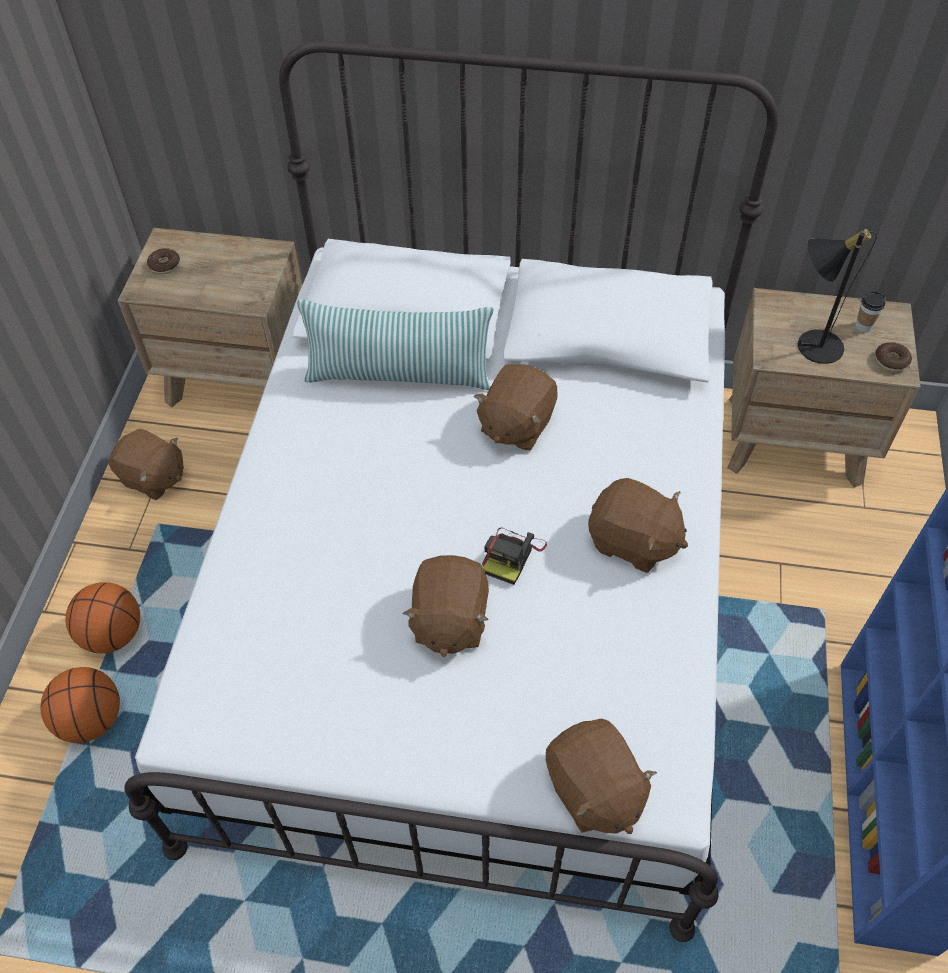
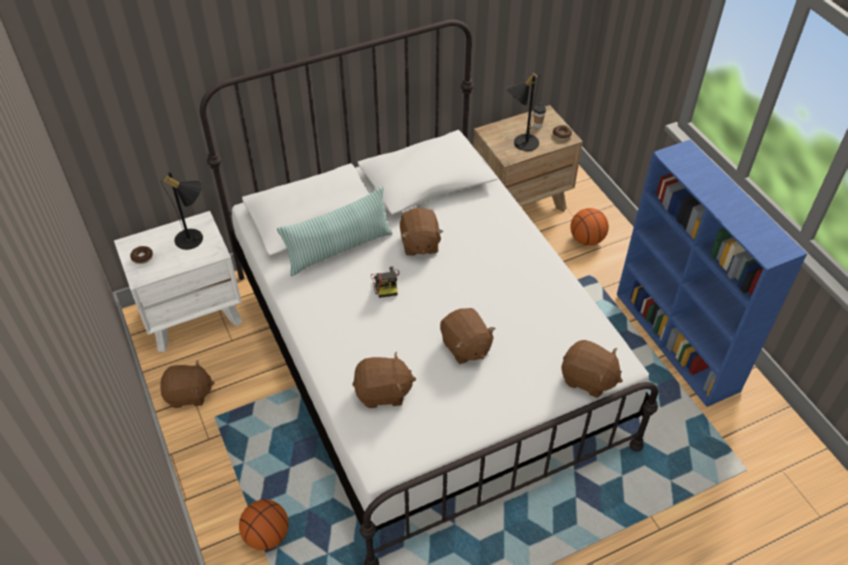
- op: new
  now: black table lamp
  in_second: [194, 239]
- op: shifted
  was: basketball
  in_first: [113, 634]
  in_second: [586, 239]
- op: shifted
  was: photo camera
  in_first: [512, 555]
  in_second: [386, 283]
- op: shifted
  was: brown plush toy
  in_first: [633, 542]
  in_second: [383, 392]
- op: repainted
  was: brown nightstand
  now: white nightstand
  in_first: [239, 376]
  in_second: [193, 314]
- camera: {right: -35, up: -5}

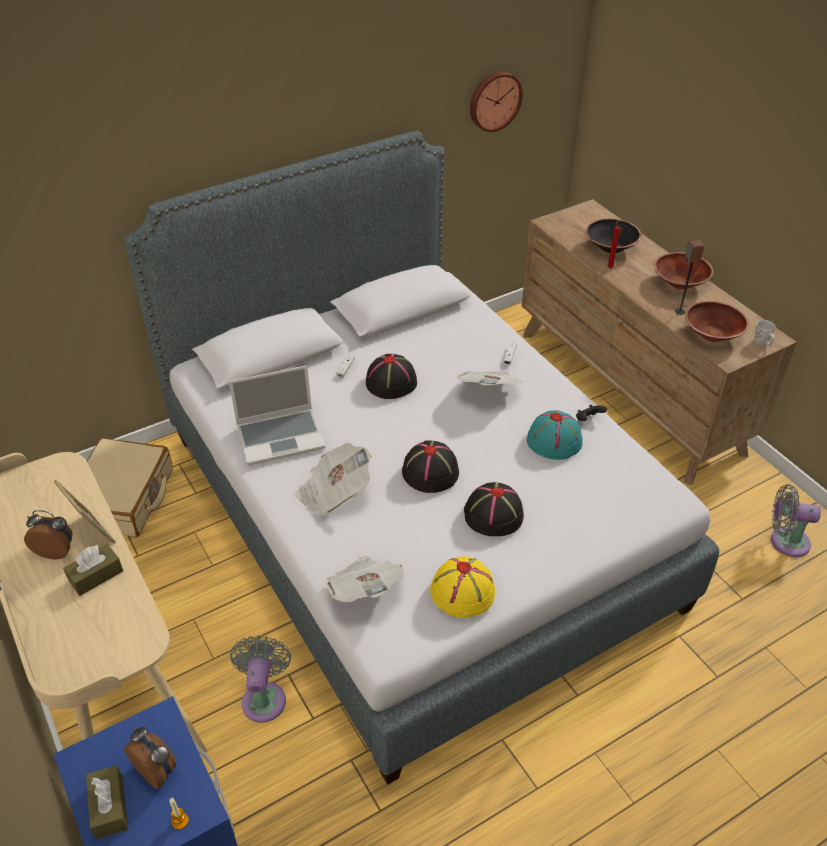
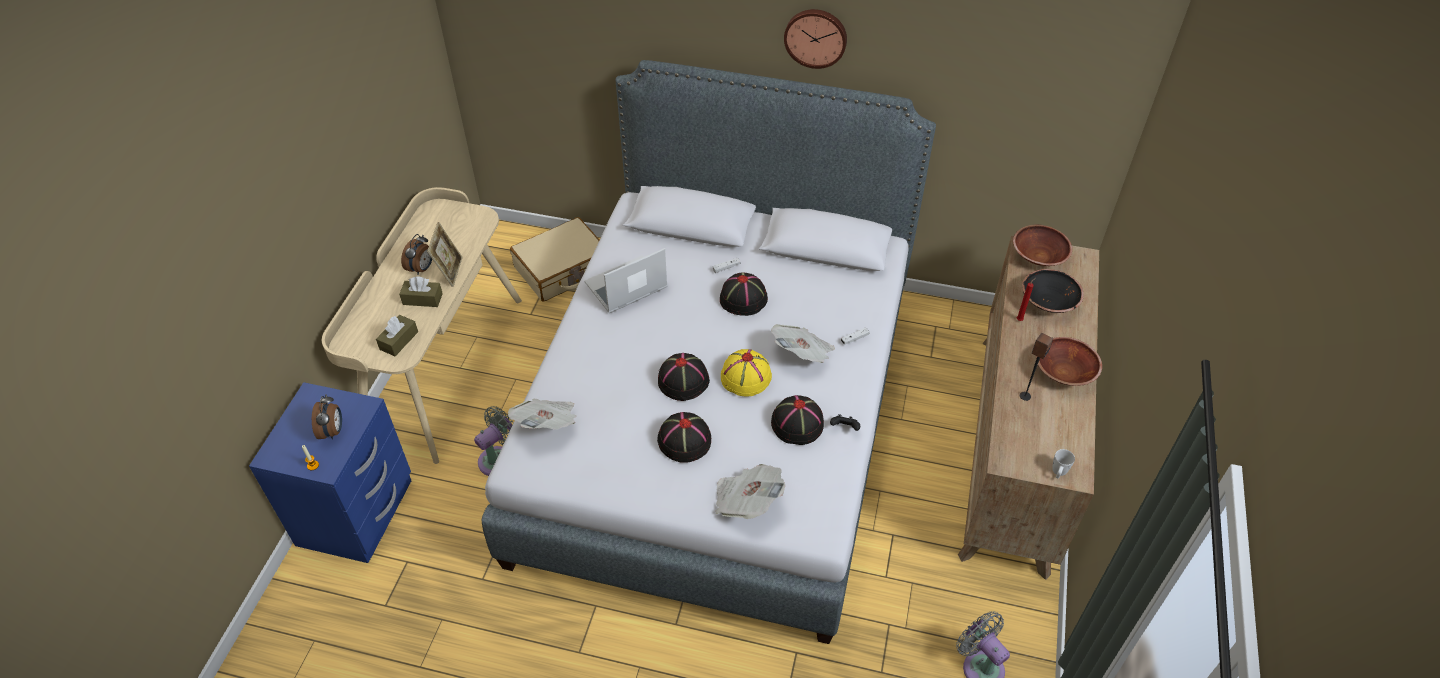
- op: shifted
  was: brown tissue box
  in_first: [109, 807]
  in_second: [399, 340]
- op: shifted
  was: newspaper
  in_first: [334, 493]
  in_second: [747, 501]
- op: shifted
  was: yellow hat
  in_first: [463, 592]
  in_second: [745, 377]
- op: shifted
  was: wall clock
  in_first: [494, 100]
  in_second: [816, 37]
- op: shifted
  was: brown bowl
  in_first: [712, 334]
  in_second: [1038, 257]
- op: repainted
  was: turquoise hat
  now: black hat
  in_first: [554, 441]
  in_second: [797, 424]
- op: rotated
  was: alarm clock
  in_first: [56, 550]
  in_second: [422, 268]
  clockwise: 60
- op: rotated
  was: laptop
  in_first: [281, 436]
  in_second: [626, 287]
  clockwise: 120
- camera: {right: 45, up: 5}

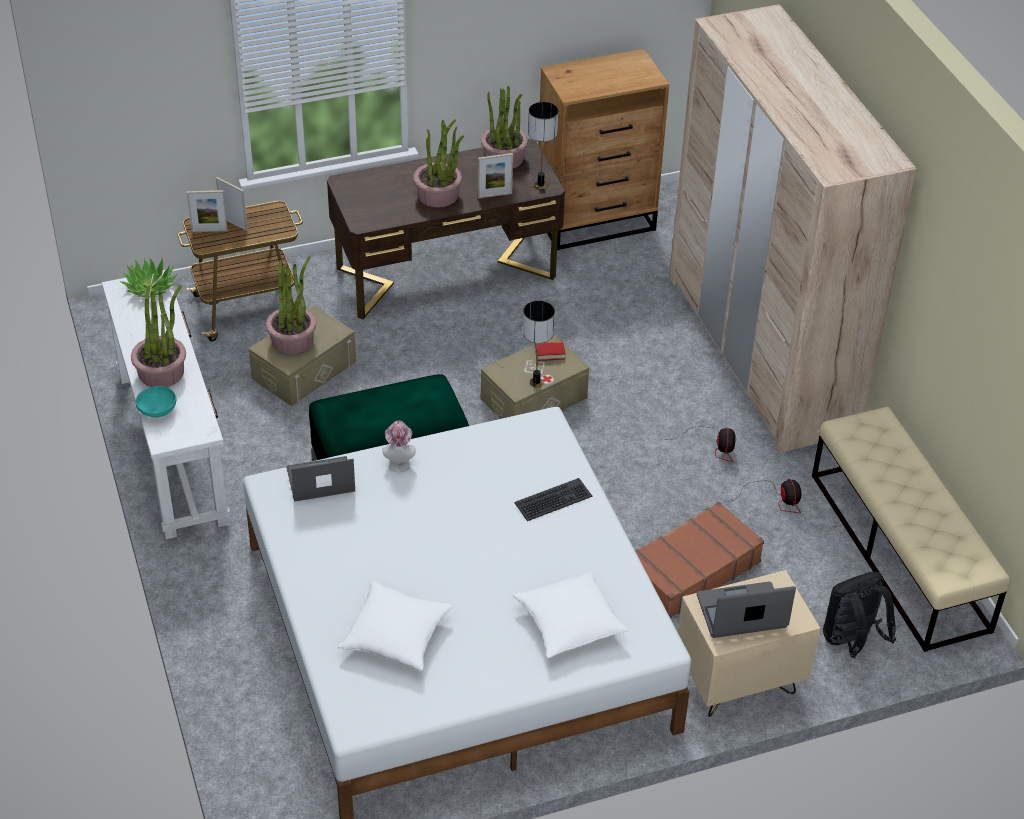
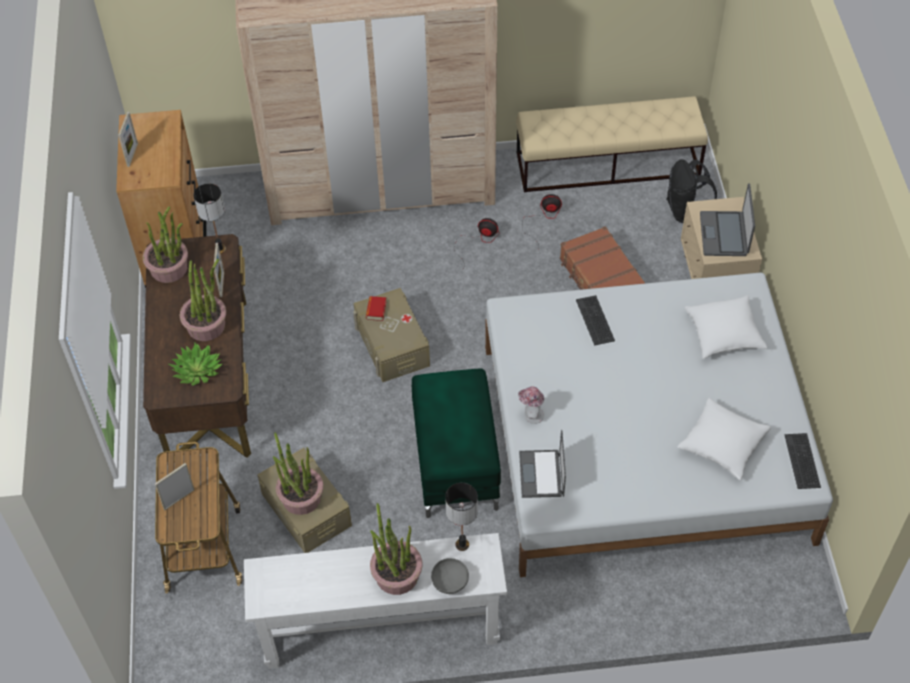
- op: new
  now: keyboard
  in_second: [802, 461]
- op: shifted
  was: potted plant
  in_first: [150, 287]
  in_second: [197, 370]
- op: shifted
  was: picture frame
  in_first: [209, 231]
  in_second: [132, 155]
- op: shifted
  was: table lamp
  in_first: [536, 383]
  in_second: [462, 545]
- op: repainted
  was: turquoise bowl
  now: grey bowl
  in_first: [157, 411]
  in_second: [450, 582]
- camera: {right: -75, up: 10}

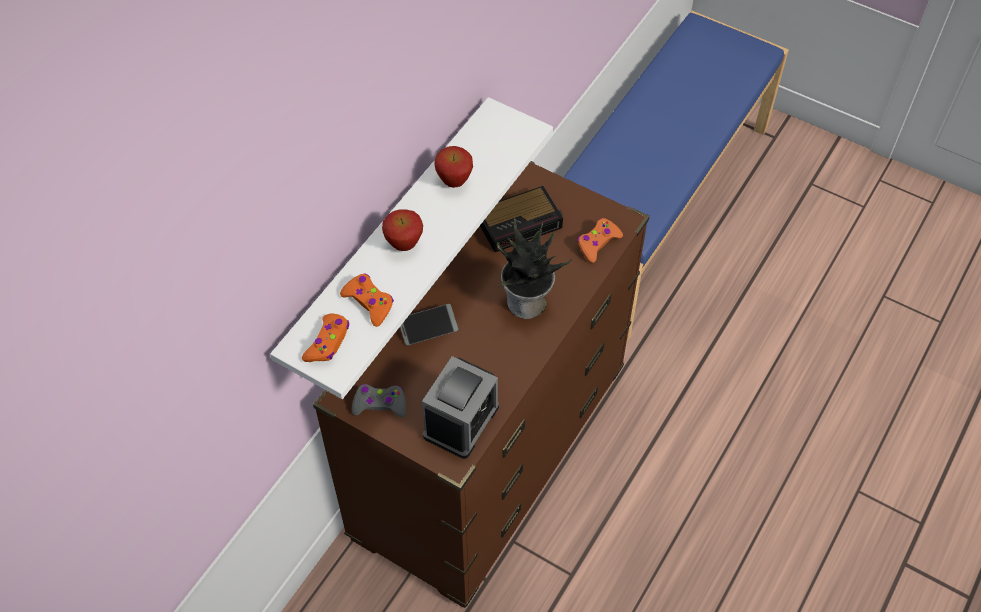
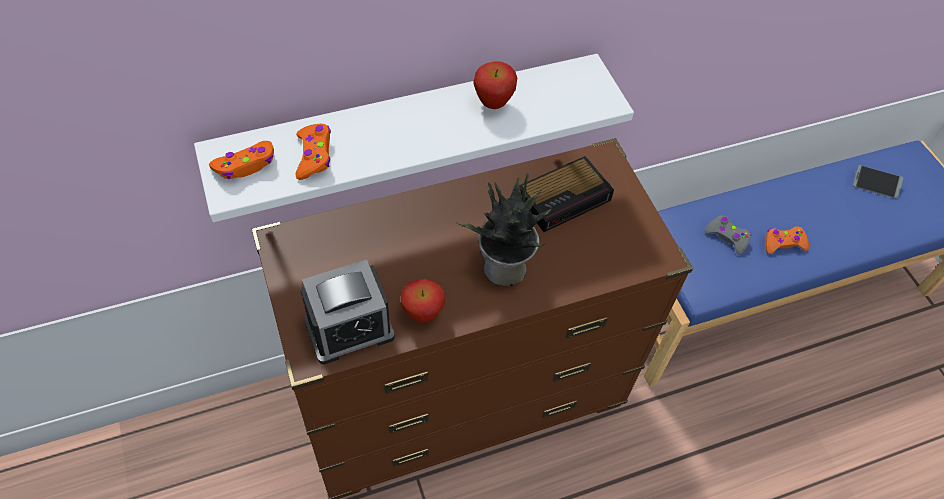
- op: shifted
  was: grey game controller
  in_first: [380, 404]
  in_second: [727, 237]
- op: shifted
  was: apple
  in_first: [404, 245]
  in_second: [423, 314]
- op: shifted
  was: phone
  in_first: [428, 328]
  in_second: [875, 185]
- op: shifted
  was: orange game controller
  in_first: [597, 243]
  in_second: [783, 243]
- op: rotated
  was: alarm clock
  in_first: [520, 223]
  in_second: [565, 197]
  clockwise: -45
- camera: {right: 35, up: 0}

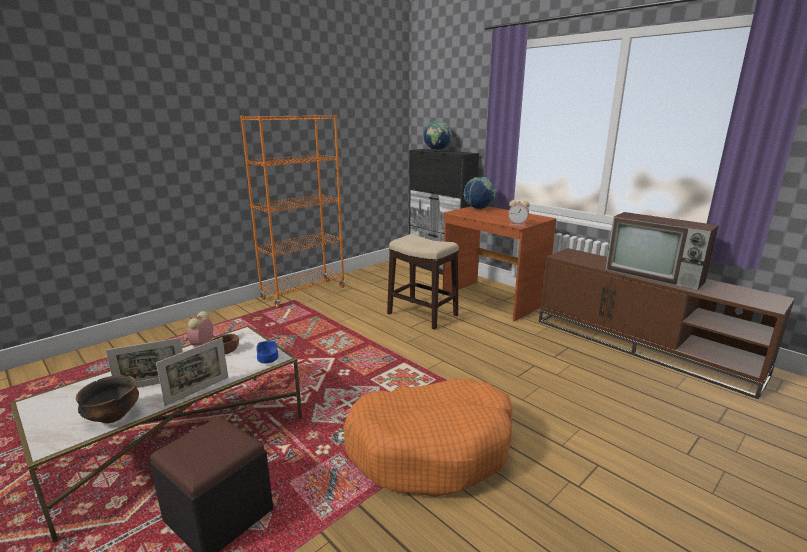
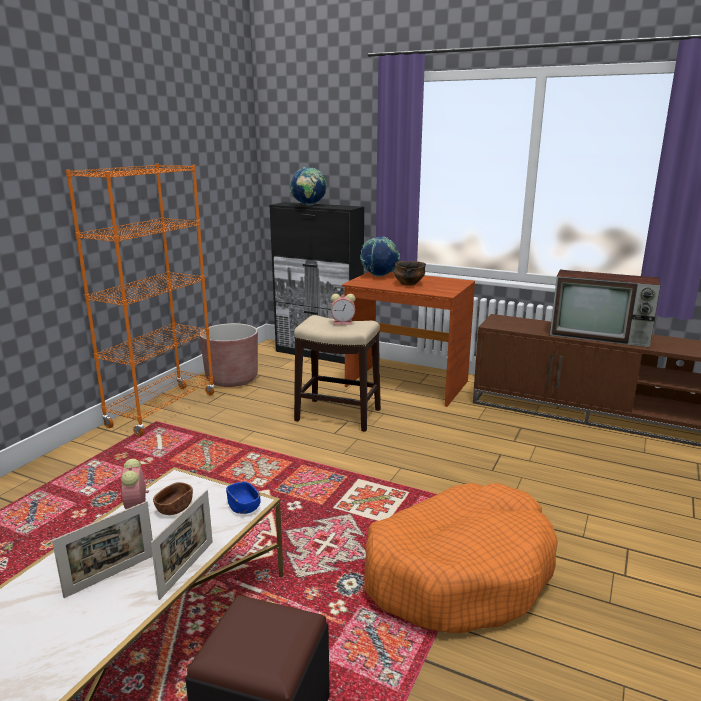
- op: new
  now: brown planter
  in_second: [232, 379]
- op: shifted
  was: bowl
  in_first: [113, 417]
  in_second: [408, 284]
- op: shifted
  was: alarm clock
  in_first: [518, 225]
  in_second: [343, 323]
- camera: {right: -20, up: 0}

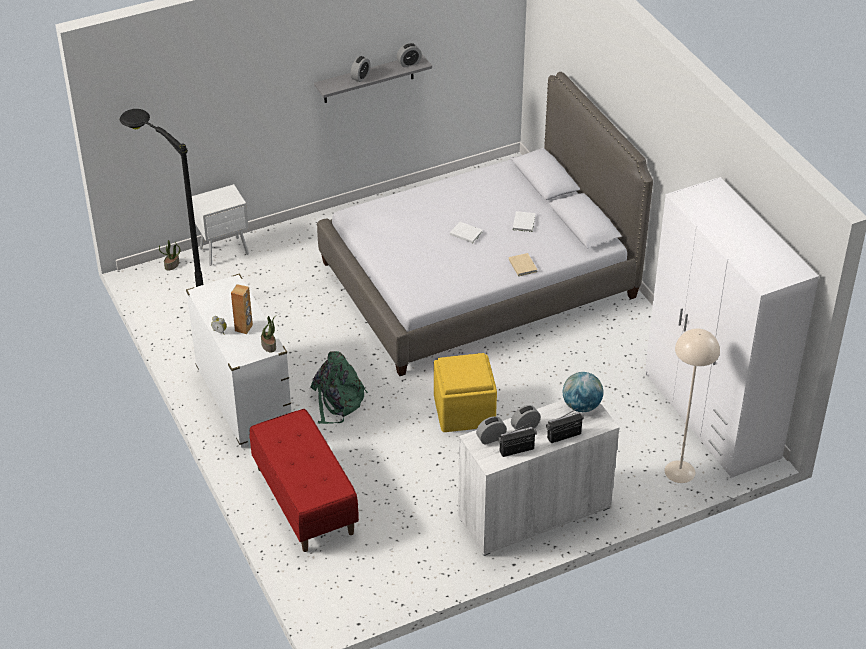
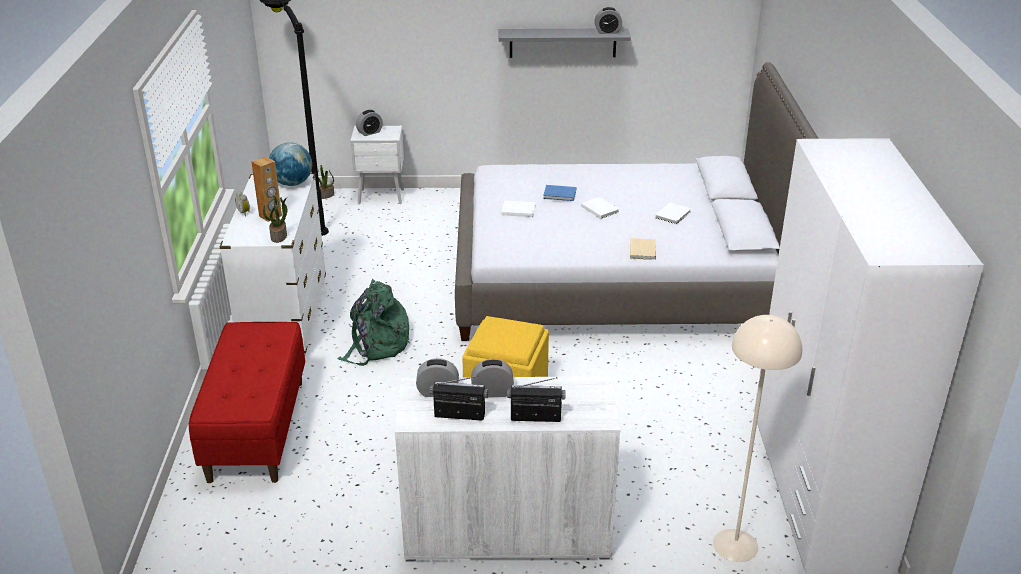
- op: new
  now: white book
  in_second: [517, 210]
- op: new
  now: blue book
  in_second: [560, 194]
- op: shifted
  was: alarm clock
  in_first: [360, 77]
  in_second: [370, 132]
- op: shifted
  was: globe
  in_first: [581, 406]
  in_second: [292, 183]
- camera: {right: 25, up: -10}

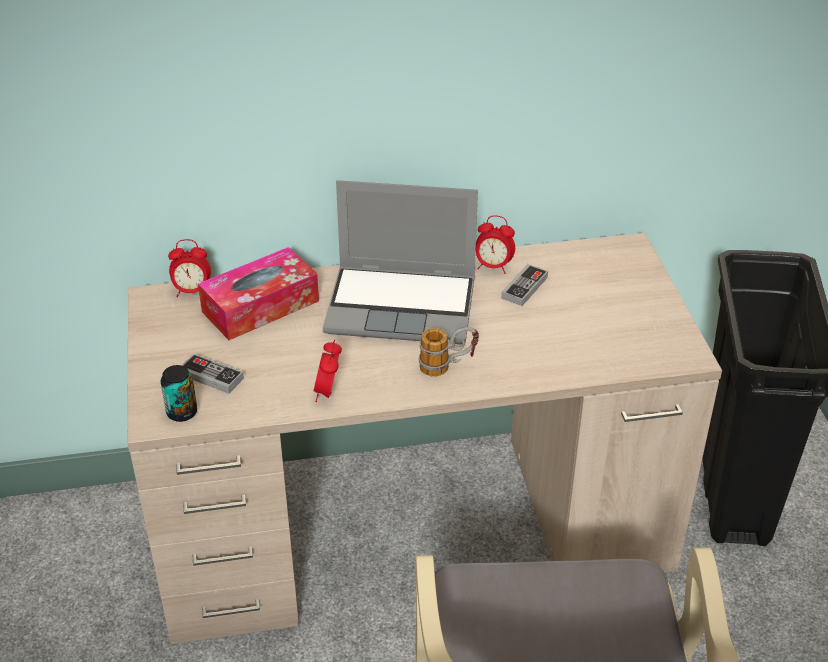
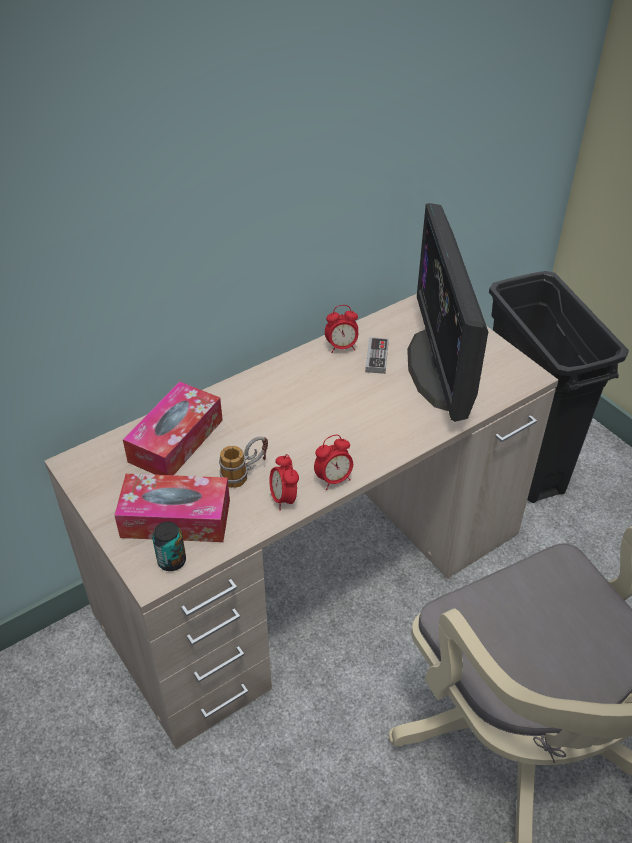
- op: gone
  was: laptop
  in_first: [403, 305]
- op: new
  now: monitor
  in_second: [440, 368]
- op: shifted
  was: alarm clock
  in_first: [192, 291]
  in_second: [334, 479]
- op: shifted
  was: mug
  in_first: [448, 366]
  in_second: [245, 474]
- op: swapped
  was: game controller
  now: tissue box
  in_first: [211, 376]
  in_second: [176, 518]
- camera: {right: -25, up: 5}

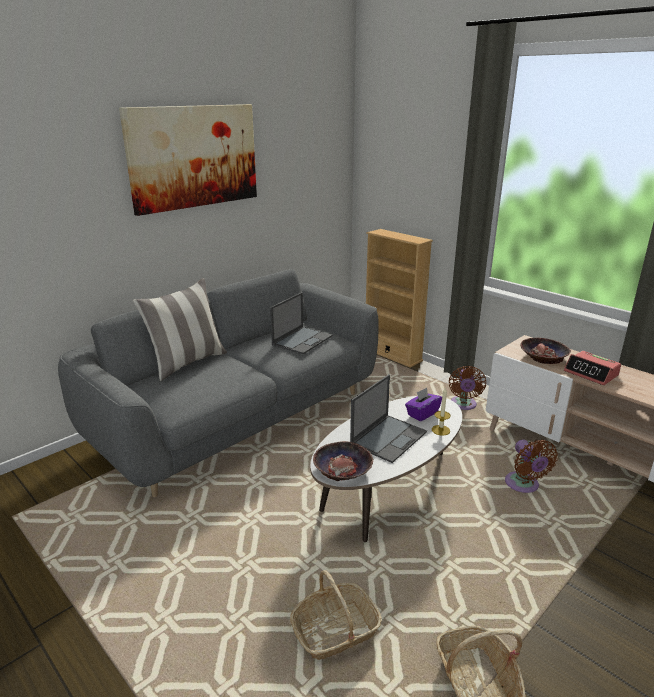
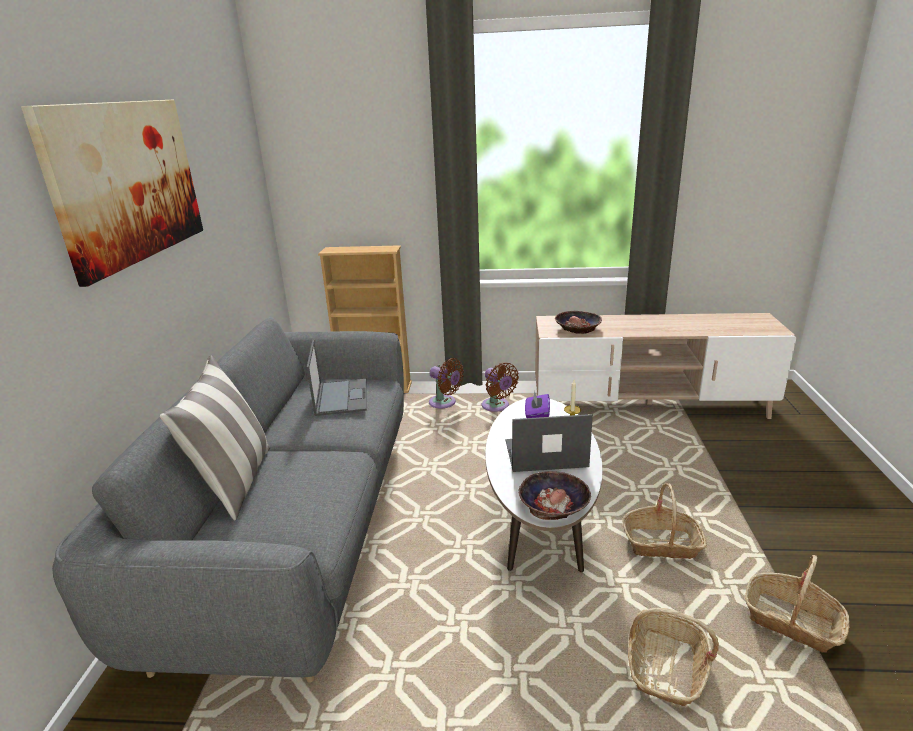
- op: gone
  was: alarm clock
  in_first: [591, 373]
- op: new
  now: basket
  in_second: [661, 544]
- op: shifted
  was: brown fan
  in_first: [523, 485]
  in_second: [445, 403]
- op: rotated
  was: laptop
  in_first: [389, 437]
  in_second: [544, 454]
  clockwise: -90
- camera: {right: -40, up: 0}

